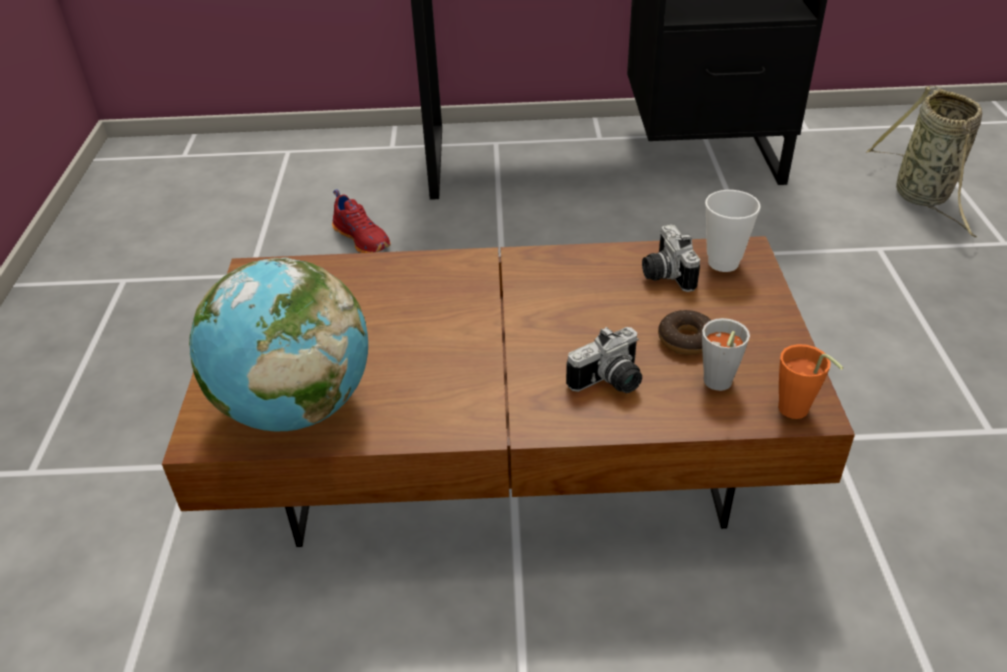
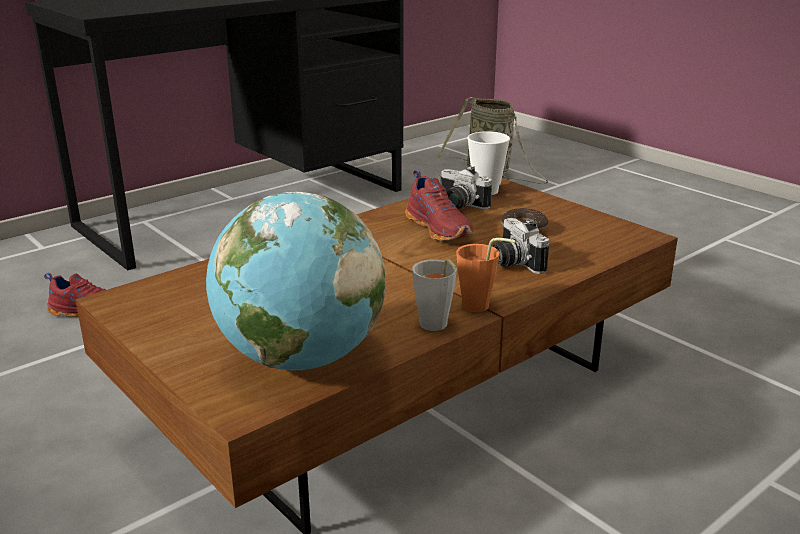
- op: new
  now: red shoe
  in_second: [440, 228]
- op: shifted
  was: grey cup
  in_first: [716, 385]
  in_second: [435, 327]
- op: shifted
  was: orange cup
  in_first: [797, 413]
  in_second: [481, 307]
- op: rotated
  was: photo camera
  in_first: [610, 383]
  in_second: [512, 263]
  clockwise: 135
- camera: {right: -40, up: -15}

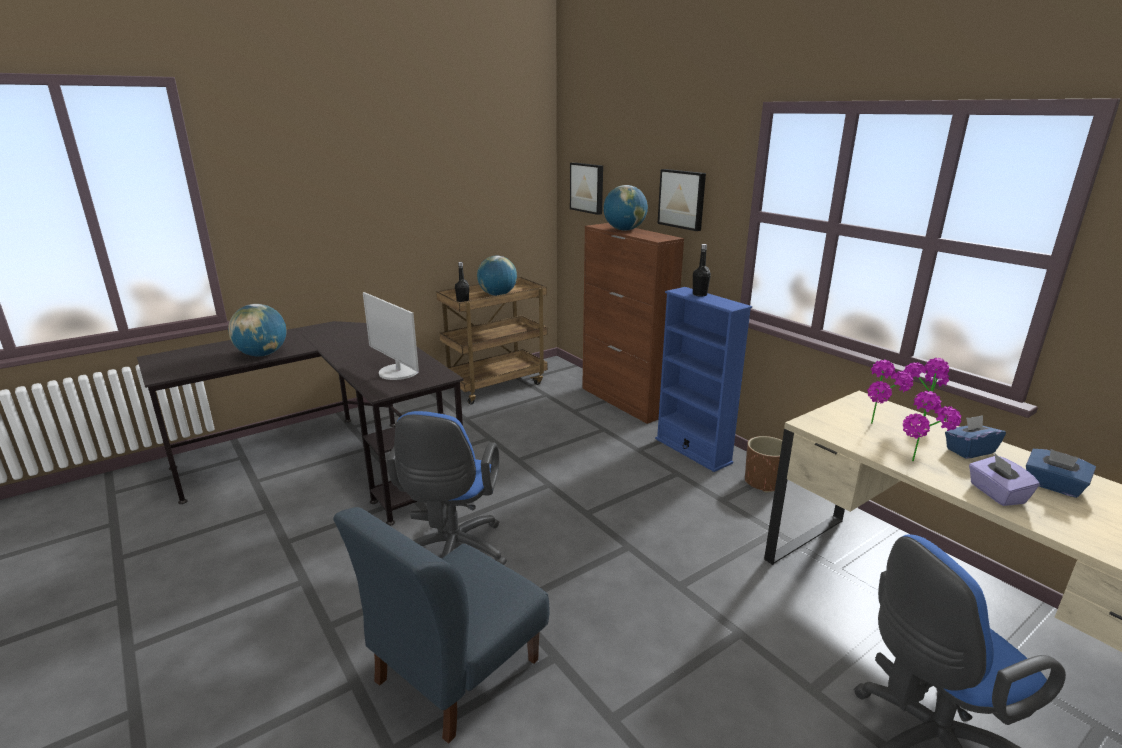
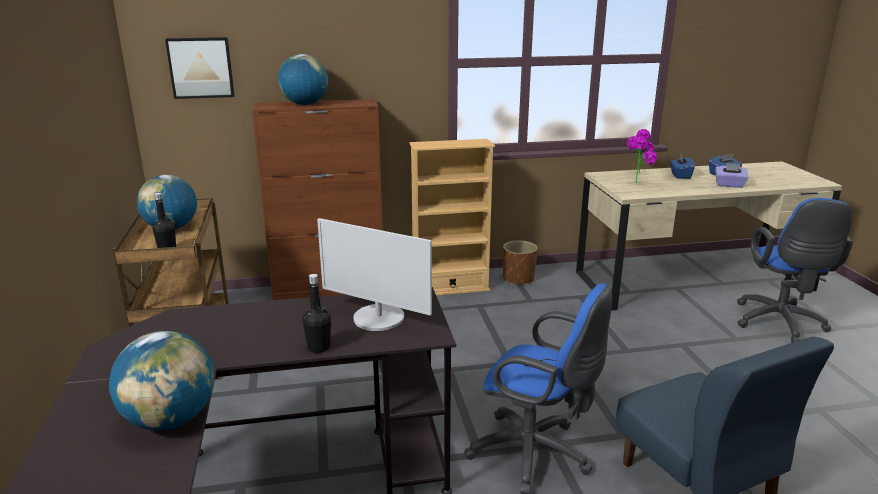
- op: gone
  was: picture
  in_first: [682, 199]
- op: gone
  was: potted plant
  in_first: [918, 466]
- op: shifted
  was: black bottle
  in_first: [699, 294]
  in_second: [319, 347]
- op: repainted
  was: blue bookcase
  now: beige bookcase
  in_first: [692, 450]
  in_second: [450, 288]
- op: rotated
  was: monitor
  in_first: [398, 372]
  in_second: [378, 318]
  clockwise: 45
- camera: {right: -65, up: 0}

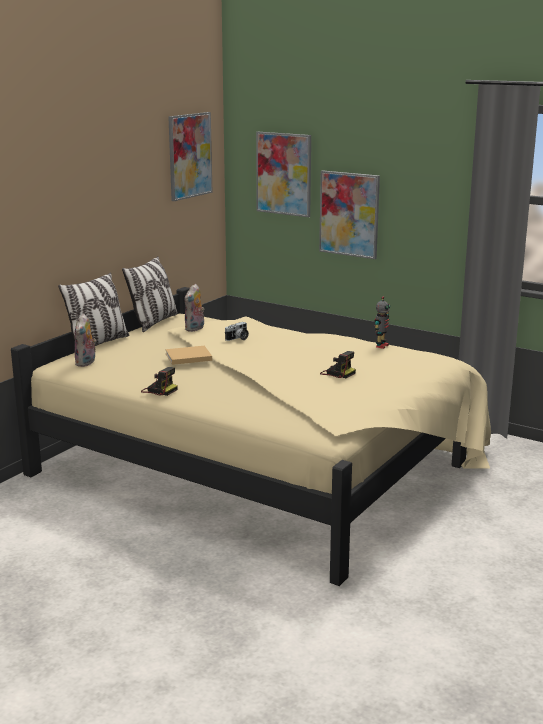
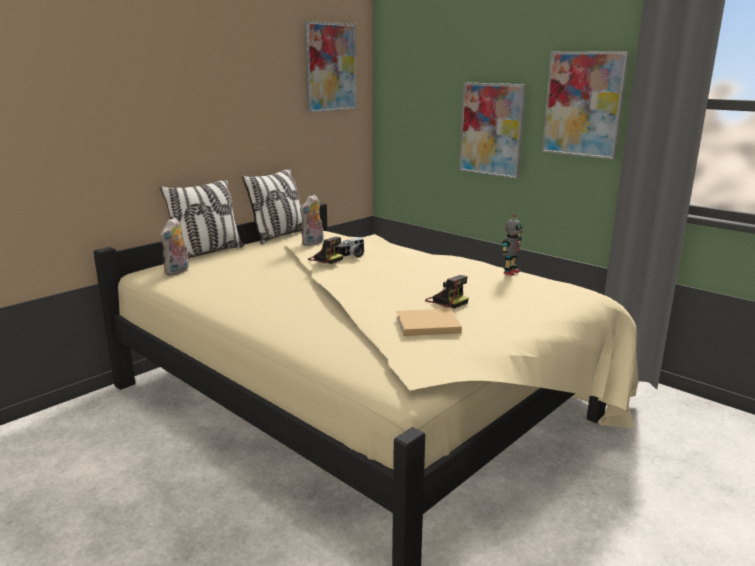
- op: shifted
  was: photo camera
  in_first: [159, 390]
  in_second: [325, 259]
- op: shifted
  was: beige book
  in_first: [187, 357]
  in_second: [425, 325]
- op: shifted
  was: picture
  in_first: [284, 174]
  in_second: [583, 104]
- camera: {right: 10, up: 0}

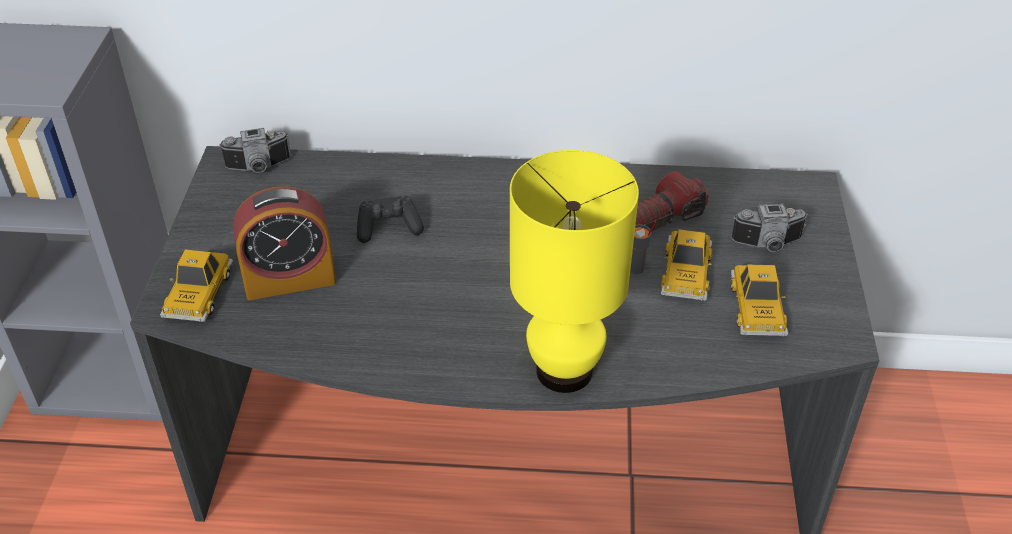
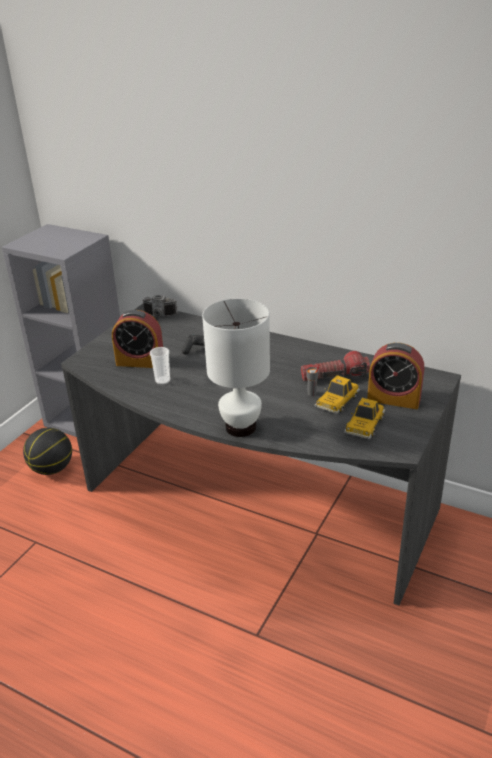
- op: gone
  was: toy car
  in_first: [199, 293]
- op: new
  now: basketball
  in_second: [51, 469]
- op: new
  now: cup
  in_second: [162, 380]
- op: swapped
  was: photo camera
  now: alarm clock
  in_first: [768, 245]
  in_second: [393, 399]
- op: repainted
  was: yellow table lamp
  now: white table lamp
  in_first: [565, 372]
  in_second: [241, 428]
- camera: {right: 25, up: -10}

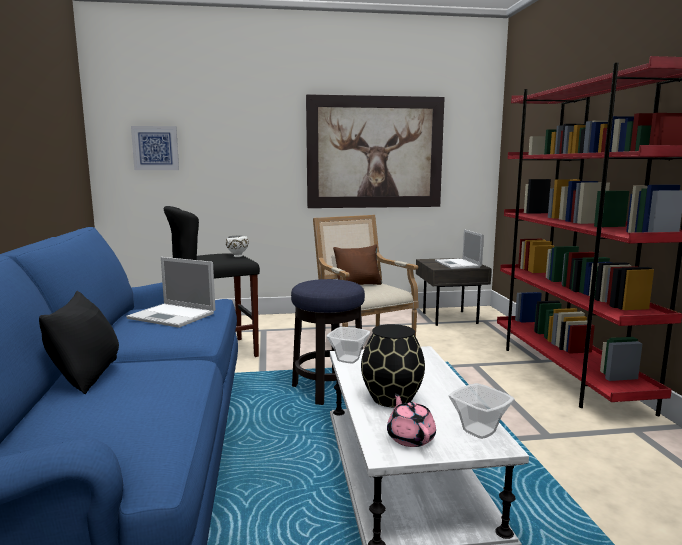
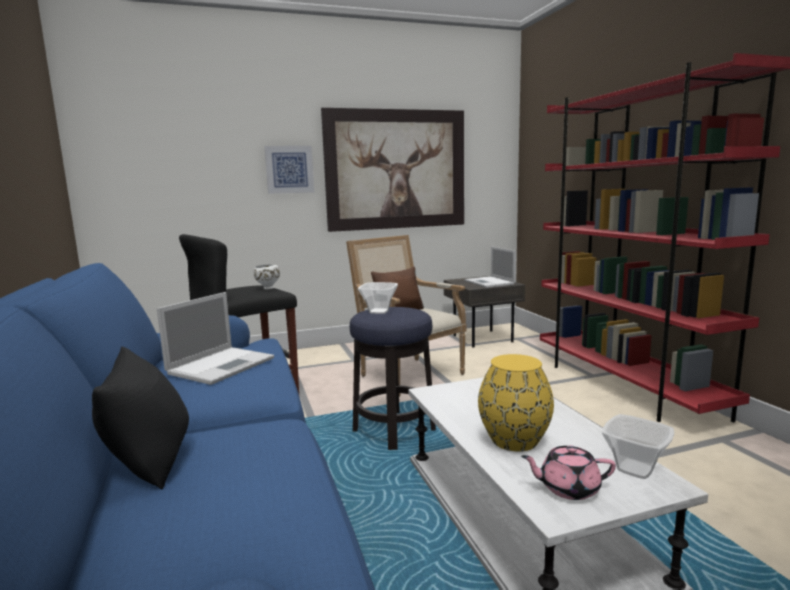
- op: shifted
  was: picture
  in_first: [155, 148]
  in_second: [289, 169]
- op: shifted
  was: bowl
  in_first: [347, 359]
  in_second: [378, 311]
- op: repainted
  was: black vase
  now: yellow vase
  in_first: [392, 398]
  in_second: [514, 440]
- op: rotated
  was: laptop
  in_first: [173, 316]
  in_second: [222, 365]
  clockwise: -75
- op: rotated
  was: pink teapot
  in_first: [410, 437]
  in_second: [568, 488]
  clockwise: -60
- camera: {right: -10, up: 0}

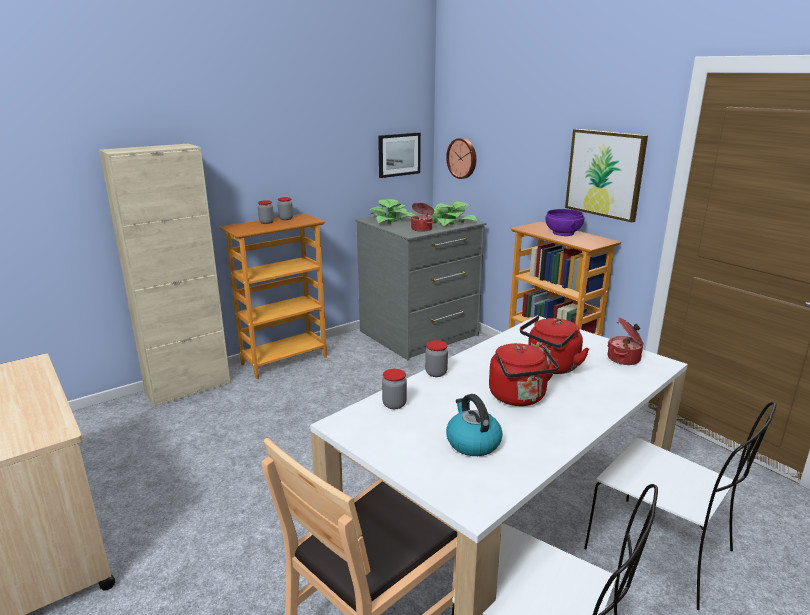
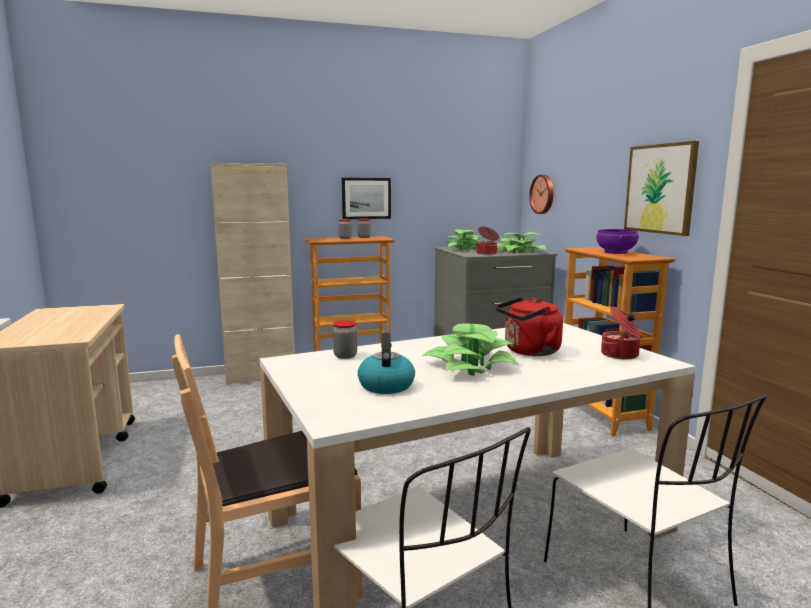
- op: gone
  was: jar
  in_first: [436, 373]
- op: shifted
  was: picture
  in_first: [399, 154]
  in_second: [366, 198]
- op: swapped
  was: red kettle
  now: potted plant
  in_first: [519, 398]
  in_second: [470, 366]
- camera: {right: 20, up: -10}

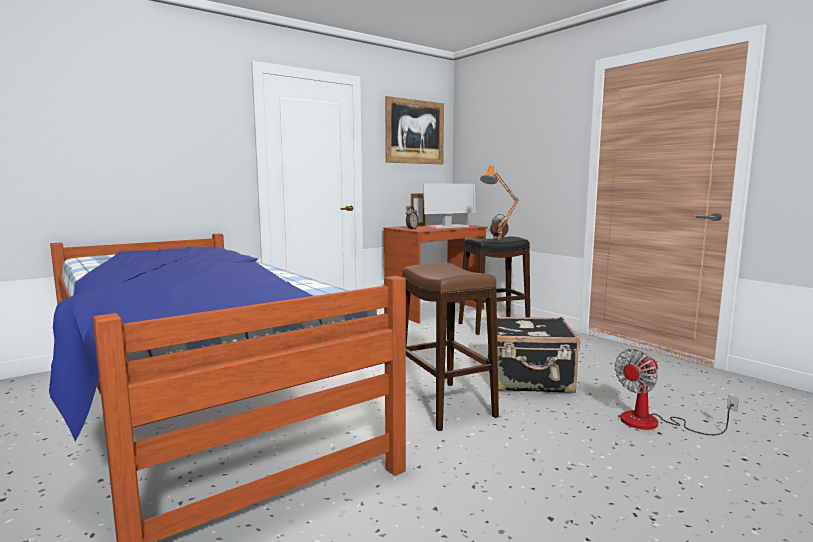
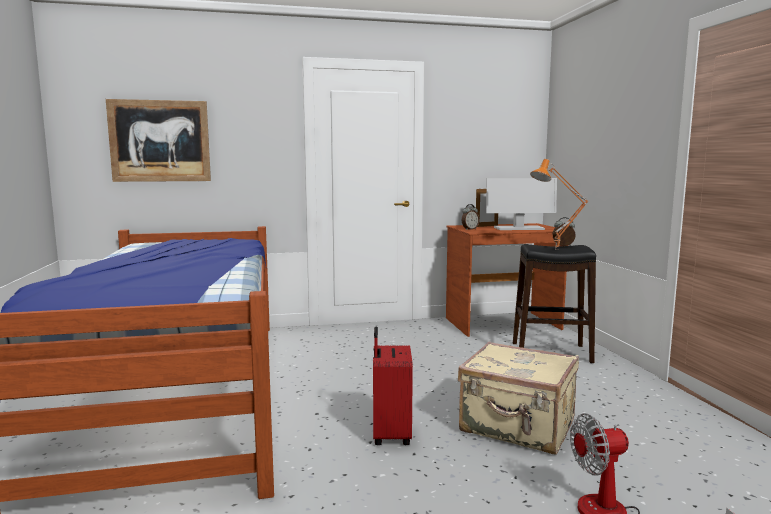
- op: shifted
  was: picture
  in_first: [414, 132]
  in_second: [160, 141]
- op: swapped
  was: brown stool
  now: red suitcase
  in_first: [444, 405]
  in_second: [390, 435]
- op: repainted
  was: black suitcase
  now: beige suitcase
  in_first: [529, 380]
  in_second: [518, 427]
- camera: {right: 25, up: 0}

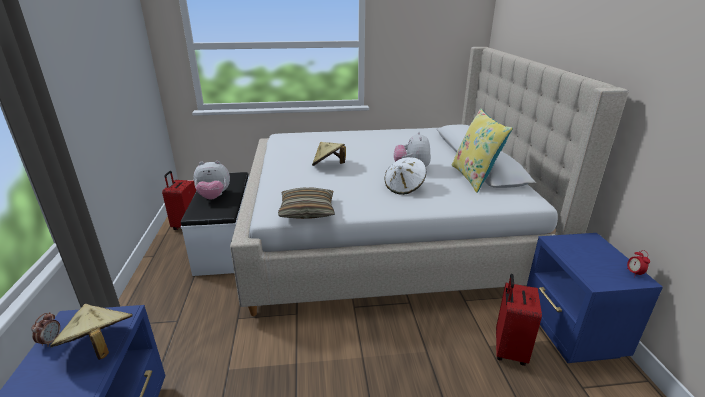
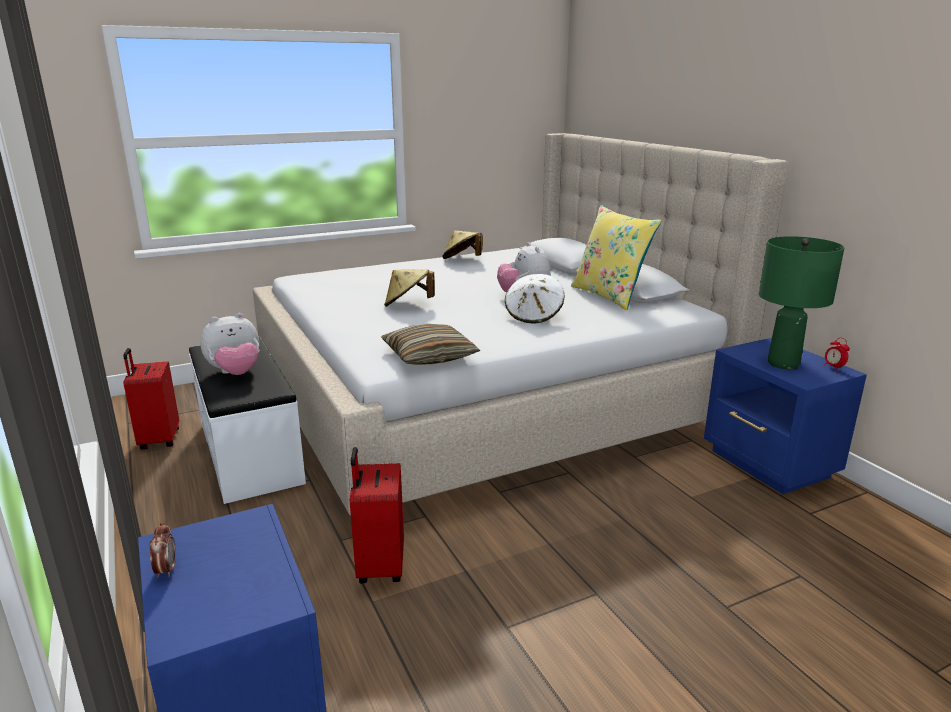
- op: new
  now: green table lamp
  in_second: [783, 364]
- op: shifted
  was: beige hat
  in_first: [99, 347]
  in_second: [462, 260]
- op: shifted
  was: red suitcase
  in_first: [508, 349]
  in_second: [379, 566]
- camera: {right: -20, up: -5}

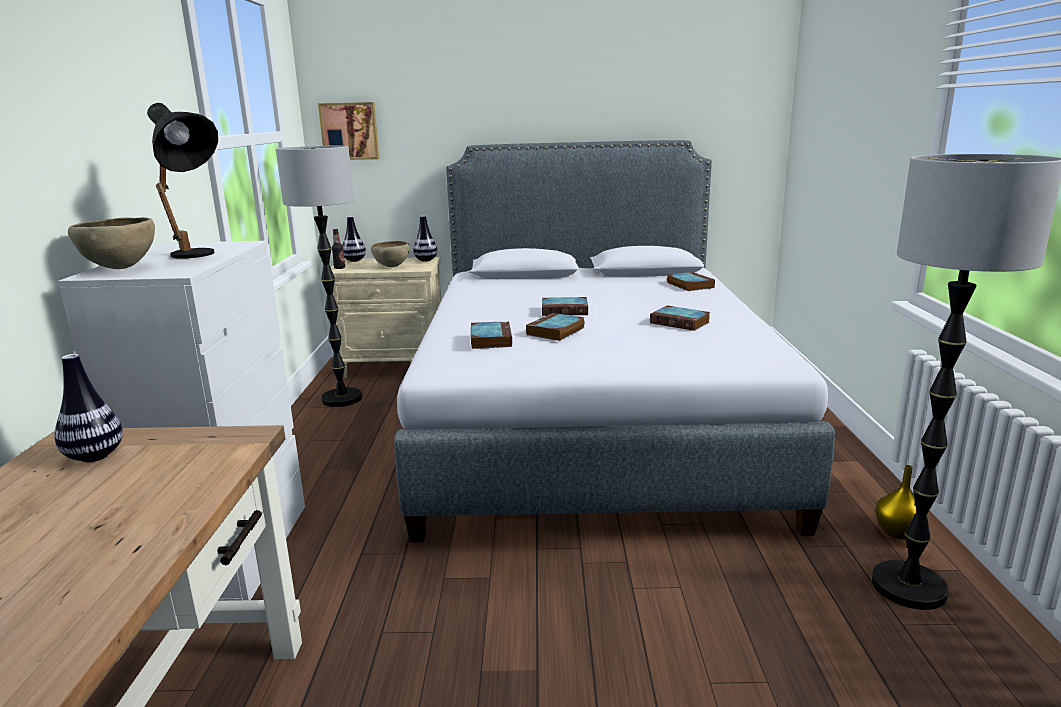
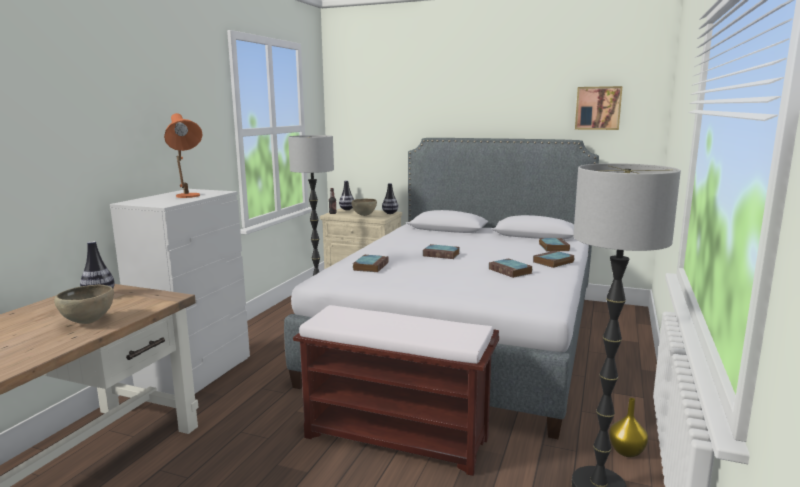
- op: new
  now: brown bench
  in_second: [398, 437]
- op: shifted
  was: brown bowl
  in_first: [121, 268]
  in_second: [89, 322]
- op: shifted
  was: picture
  in_first: [350, 131]
  in_second: [598, 108]
- op: shifted
  was: book
  in_first: [555, 331]
  in_second: [553, 262]
- op: repainted
  was: black table lamp
  now: orange table lamp
  in_first: [198, 256]
  in_second: [188, 197]
- camera: {right: 20, up: -5}

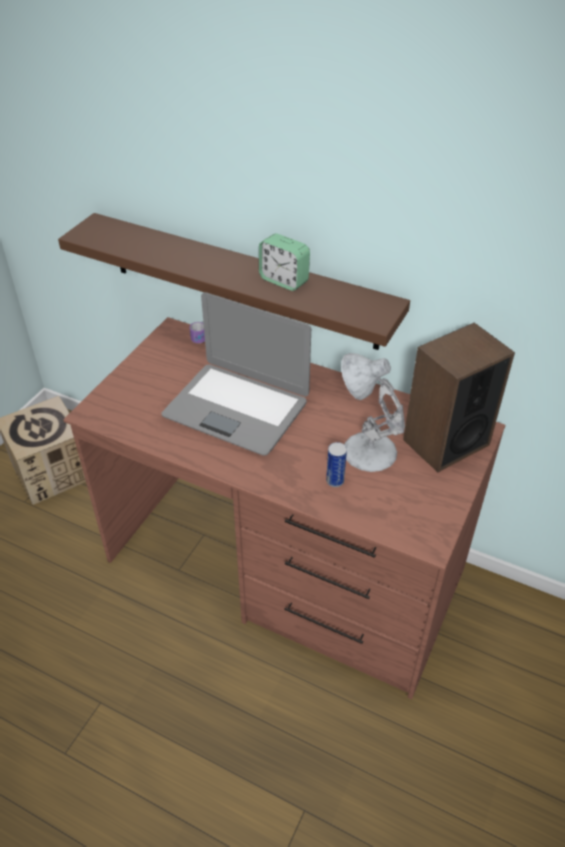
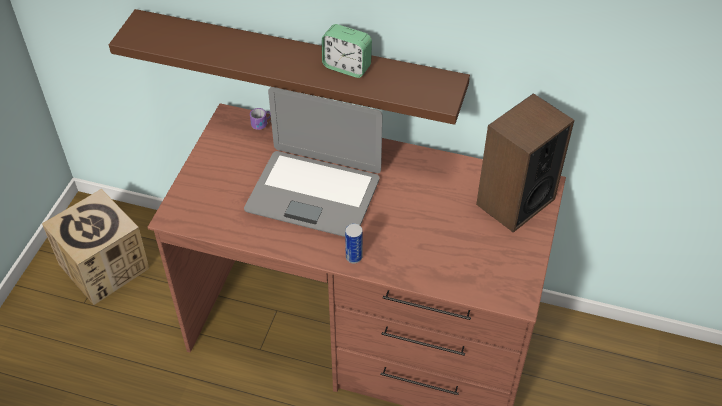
- op: gone
  was: white table lamp
  in_first: [366, 451]
- op: shifted
  was: can
  in_first: [335, 481]
  in_second: [354, 257]
- camera: {right: -10, up: 5}

